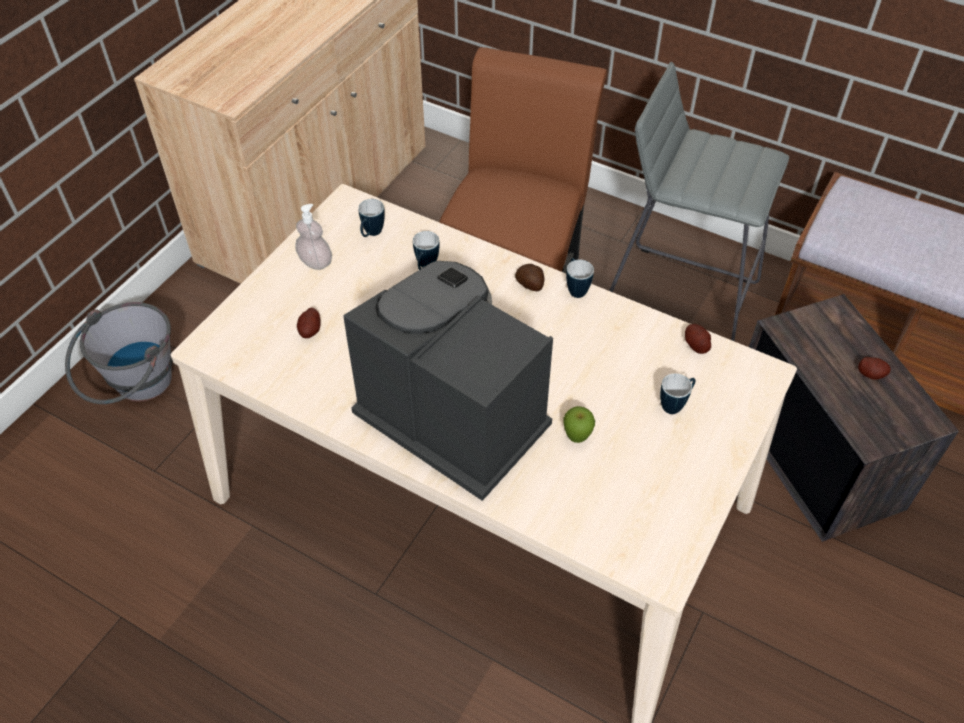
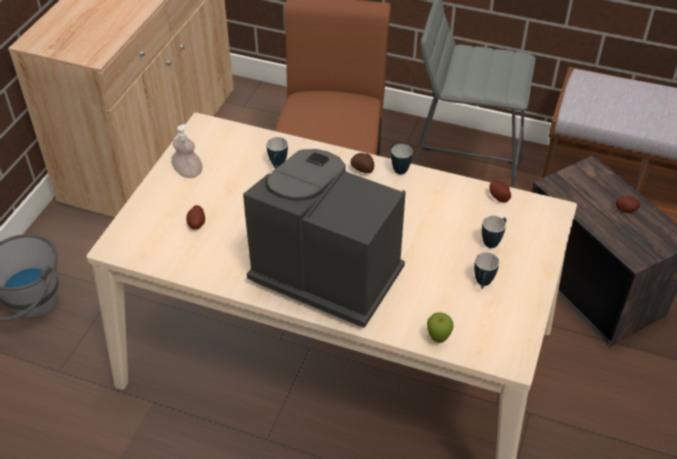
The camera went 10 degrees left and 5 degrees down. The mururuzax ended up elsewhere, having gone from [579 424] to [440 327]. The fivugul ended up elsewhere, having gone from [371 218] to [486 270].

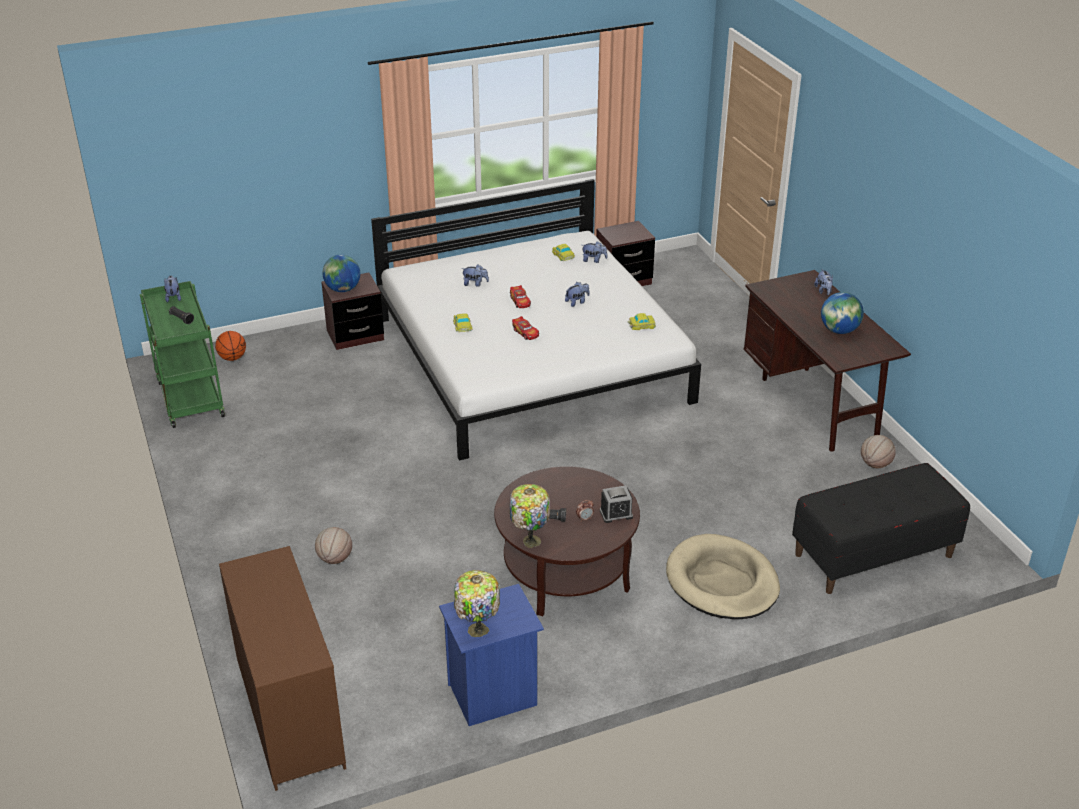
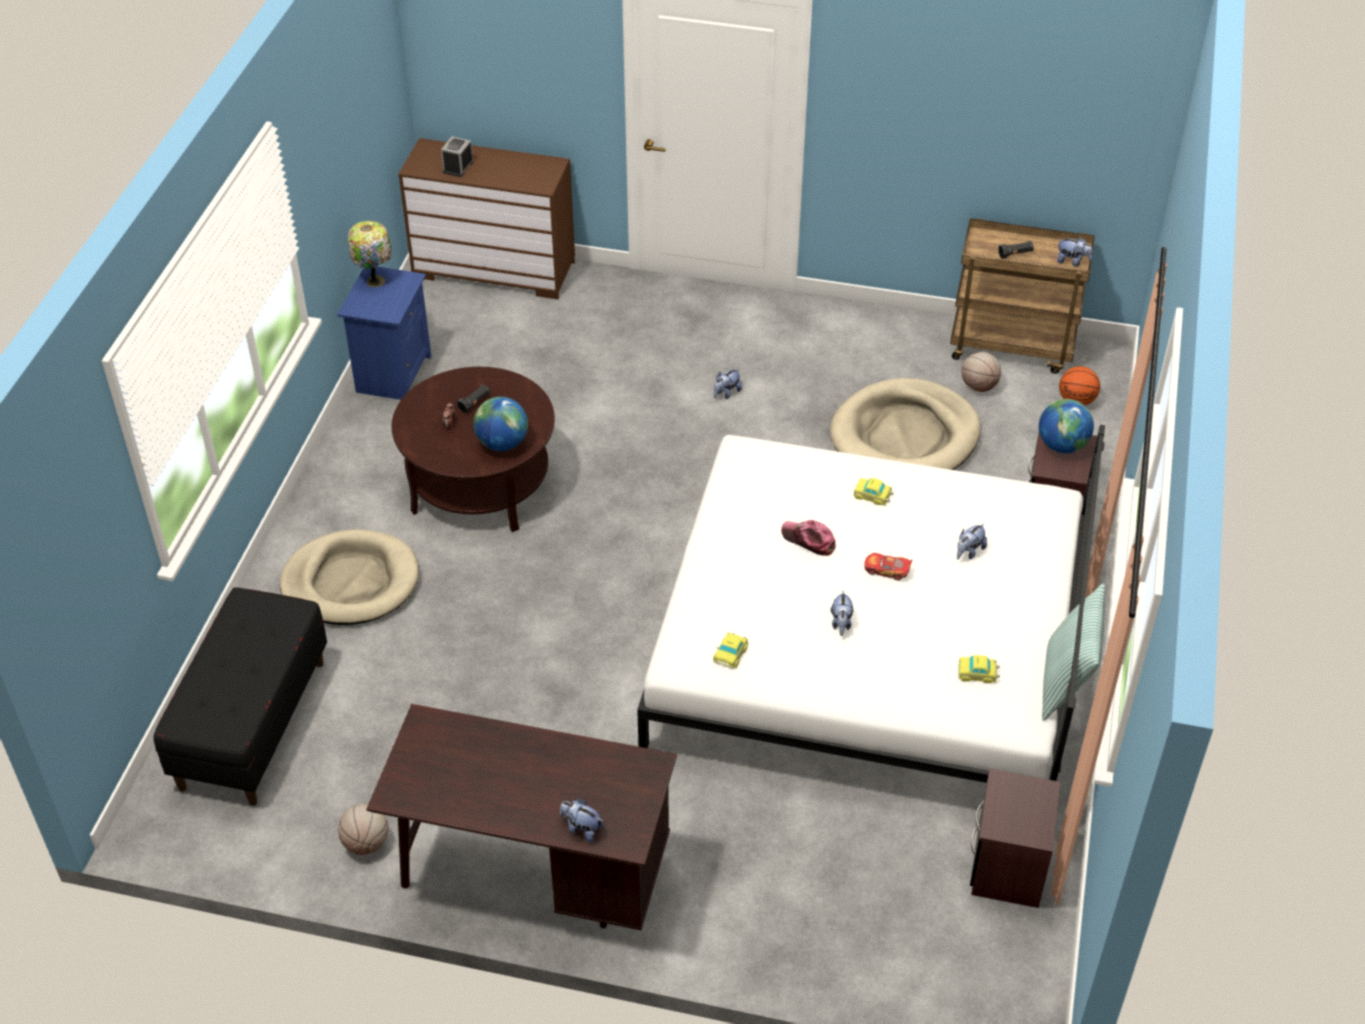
The camera went 125 degrees right and 10 degrees up. The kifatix ended up elsewhere, having gone from [616 504] to [457 156]. The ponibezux ended up elsewhere, having gone from [842 313] to [500 424]. The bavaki ended up elsewhere, having gone from [595 252] to [728 383]. Where the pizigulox stood at [525 328], the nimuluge came to stand at [808 538]. The second view gained the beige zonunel at [905 424]. What was the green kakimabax at [182 354] turned into the brown kakimabax at [1022 296]. The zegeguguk ended up elsewhere, having gone from [333 545] to [981 372]. The second view gained the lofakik at [1073 652]. The second view lost the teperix at [530 516].

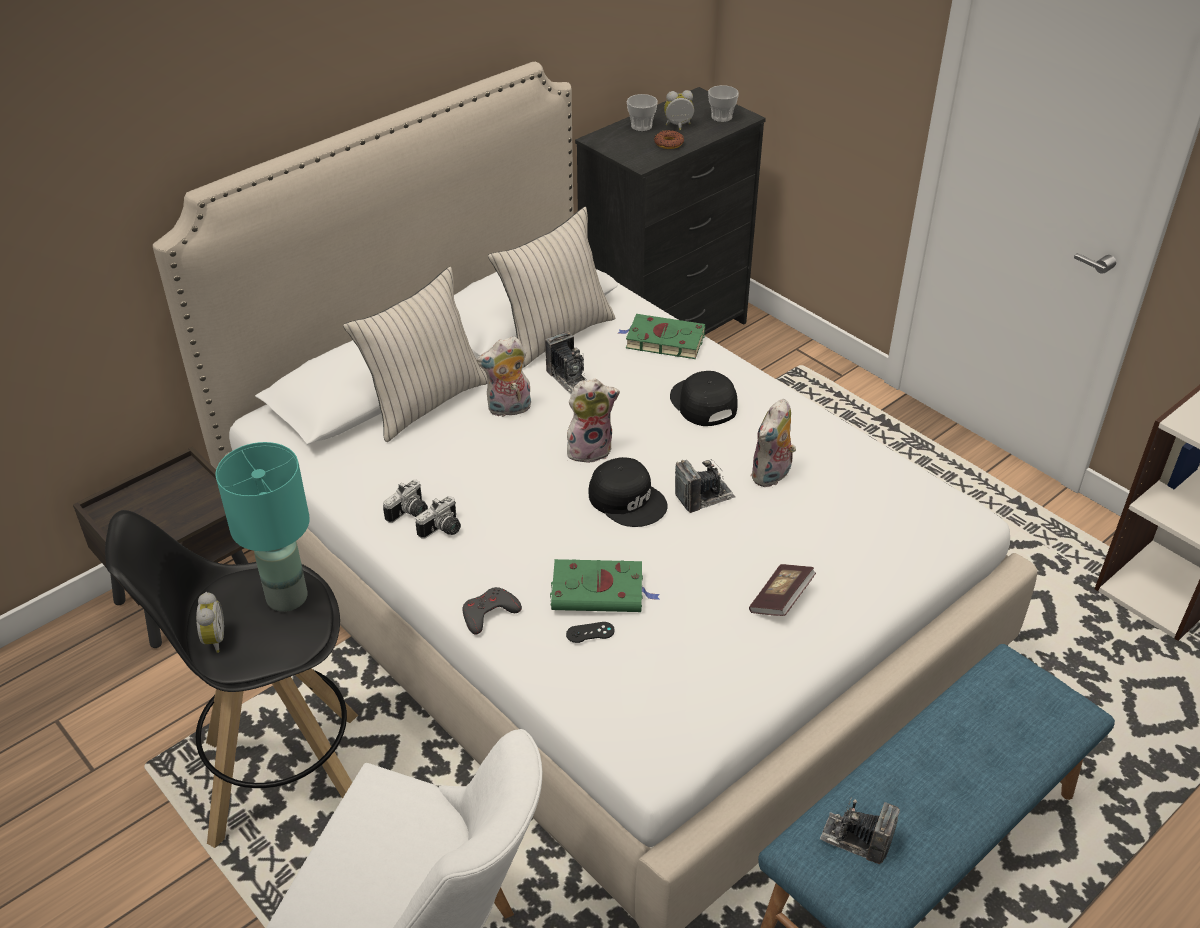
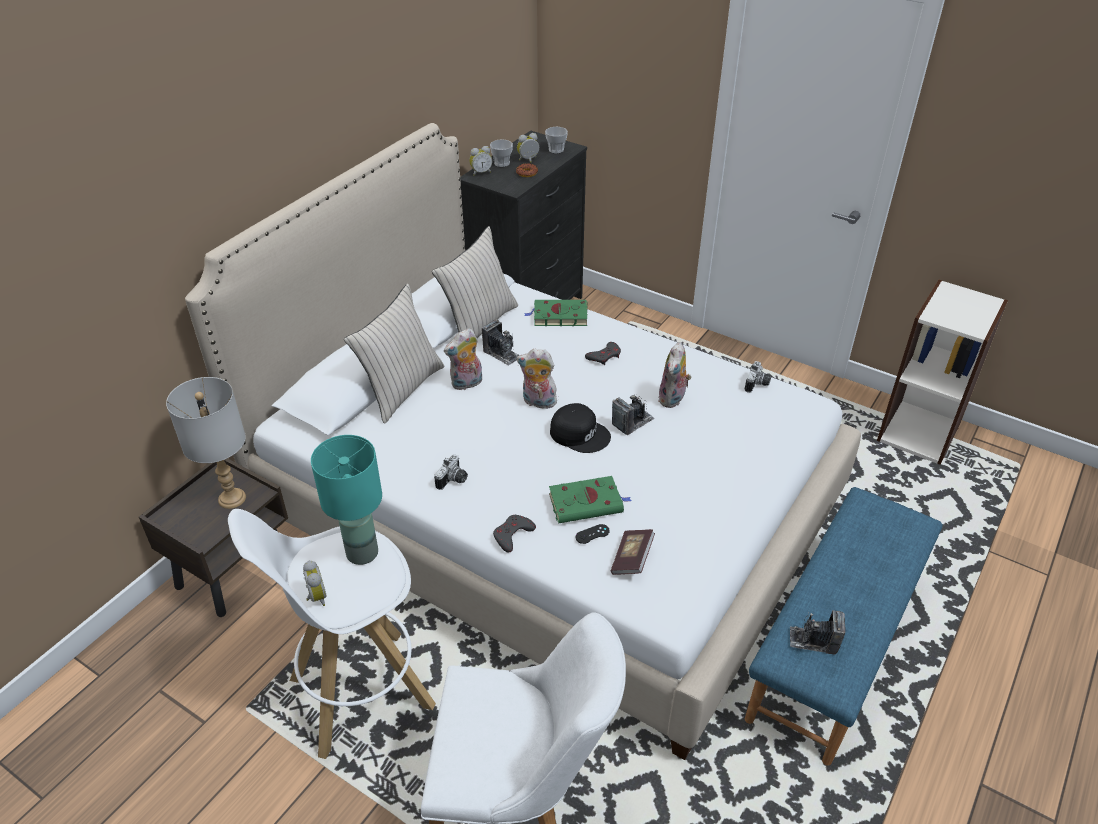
The camera went 15 degrees left and 0 degrees up. The second view gained the grey teperix at [206 443]. What was the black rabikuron at [231 679] turned into the white rabikuron at [332 634]. The second view gained the kifatix at [480 161]. The bavaki at [593 421] ended up facing another way, 135 degrees counterclockwise from before. Where the black nimuluge stood at [704 398], the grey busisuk came to stand at [603 353]. The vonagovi ended up elsewhere, having gone from [782 590] to [633 552]. The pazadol ended up elsewhere, having gone from [405 501] to [758 377].

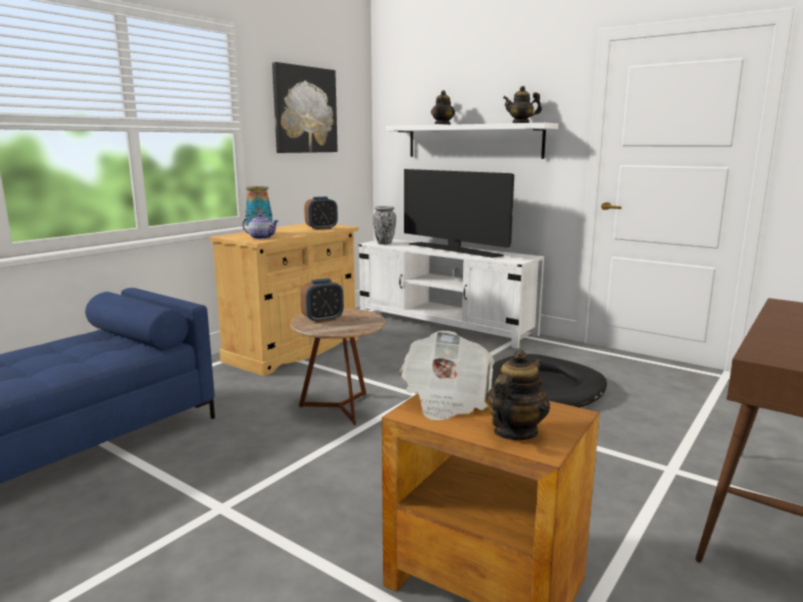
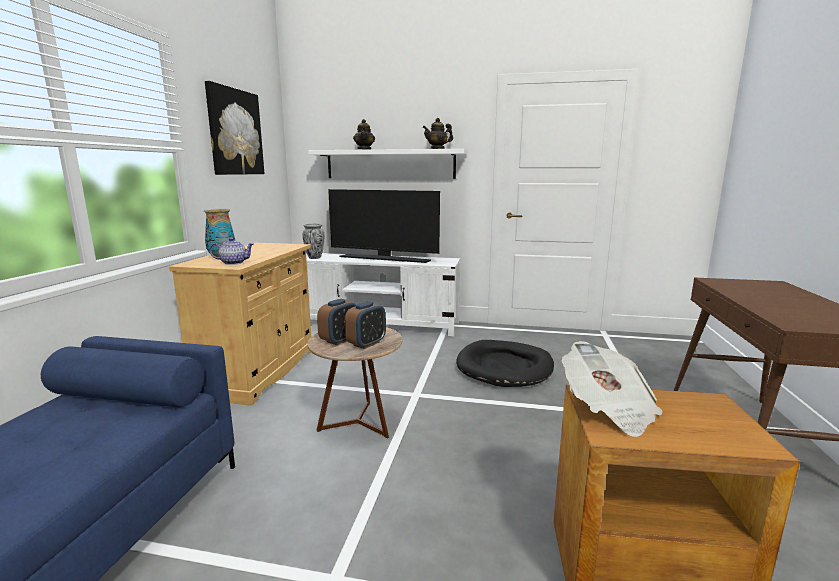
The camera went 25 degrees left and 0 degrees up. The kifatix ended up elsewhere, having gone from [321 213] to [365 325]. The second view lost the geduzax at [518 394].

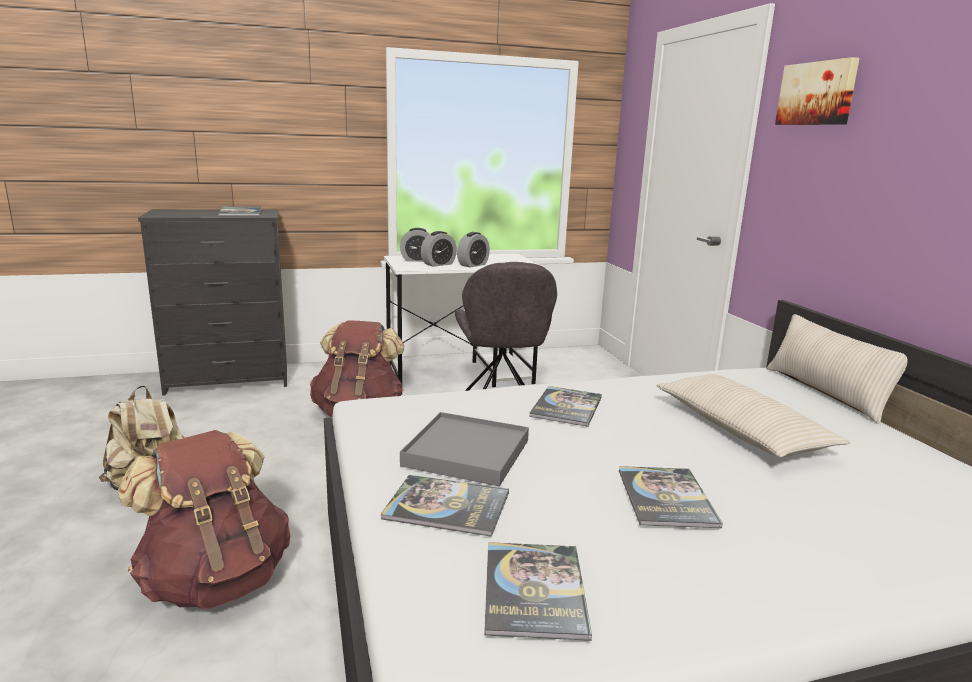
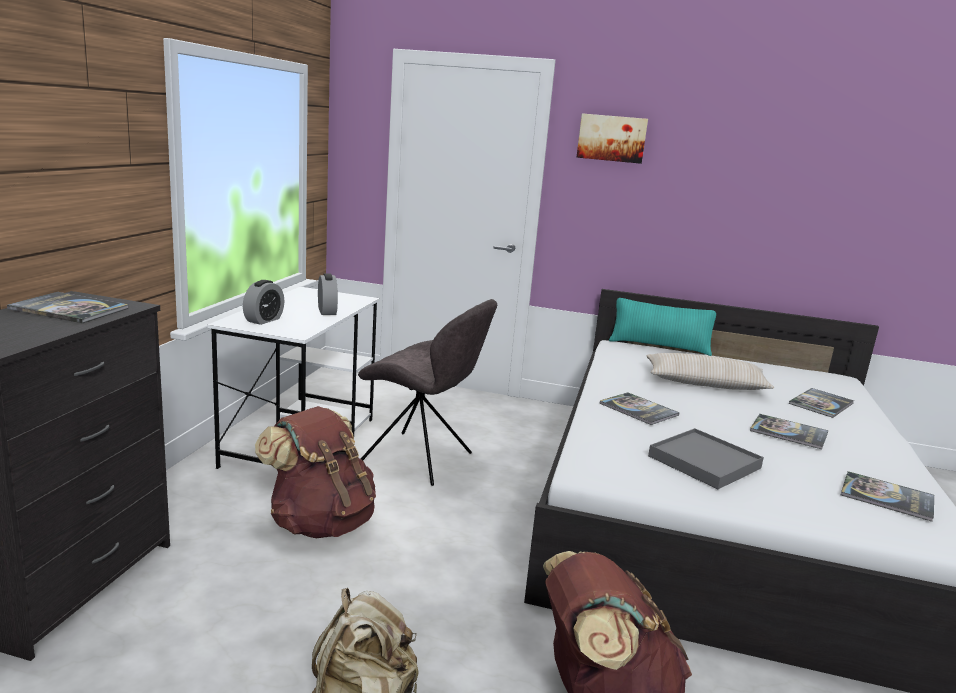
The camera went 60 degrees left and 0 degrees up. What was the beige lofakik at [837 369] turned into the turquoise lofakik at [662 327]. The vonagovi ended up elsewhere, having gone from [445 506] to [821 403]. The second view lost the kifatix at [439 249].

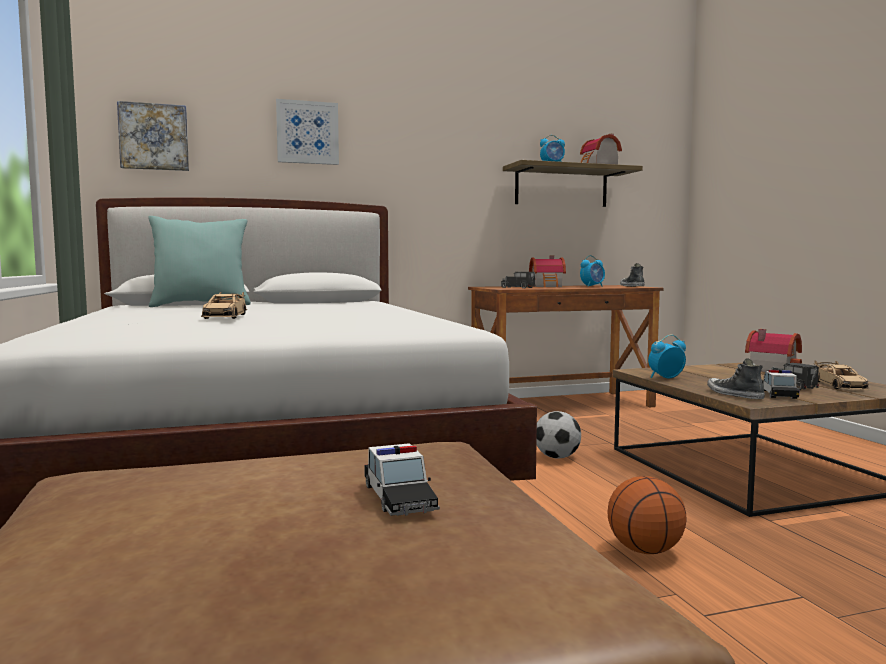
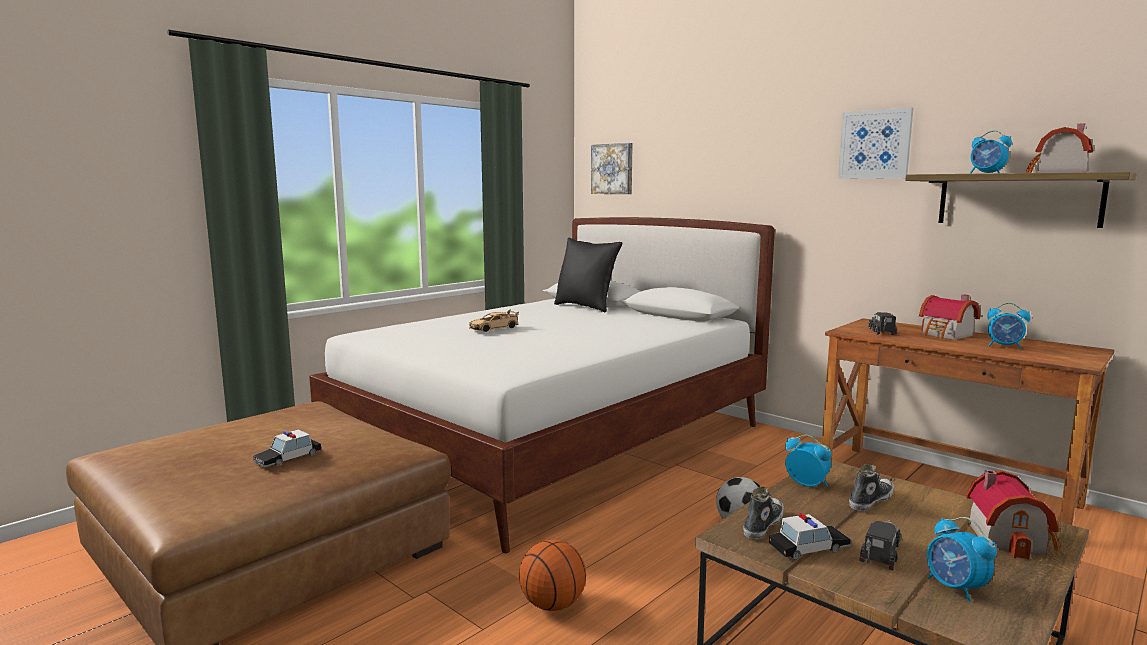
The camera went 60 degrees right and 5 degrees up. What was the turquoise lofakik at [199 261] turned into the black lofakik at [588 275]. The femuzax ended up elsewhere, having gone from [307 132] to [875 143]. The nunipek ended up elsewhere, having gone from [632 275] to [871 487]. Where the beige pizigulox stood at [841 375], the kifatix came to stand at [962 559].

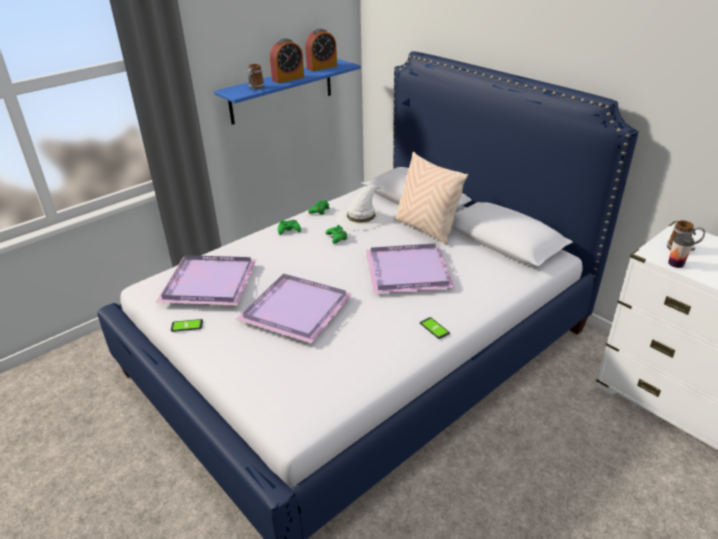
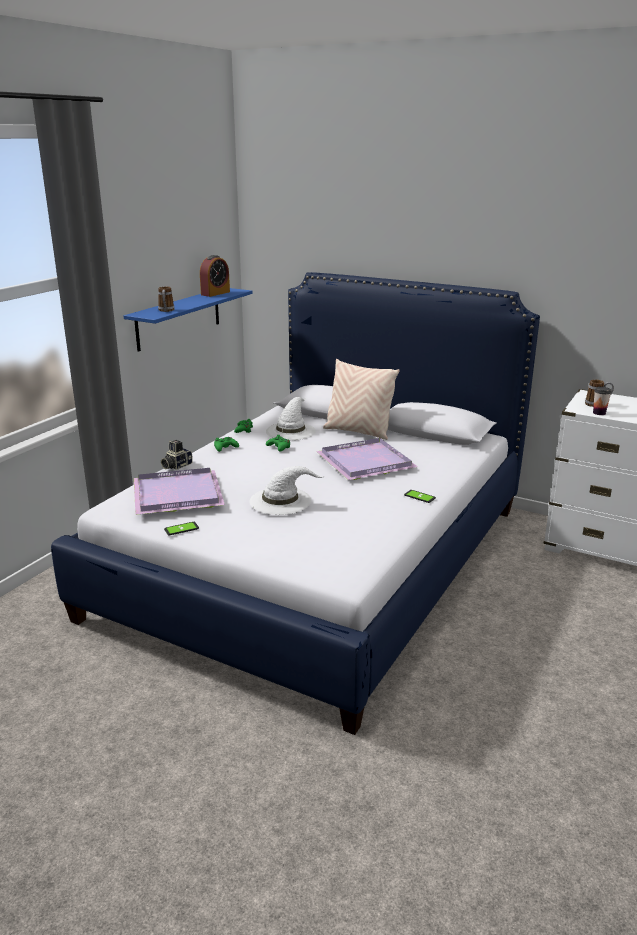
The camera went 20 degrees left and 10 degrees down. The second view gained the pazadol at [177 455]. Where the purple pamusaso stood at [294 308], the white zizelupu came to stand at [287 490]. The second view lost the kifatix at [287 60].

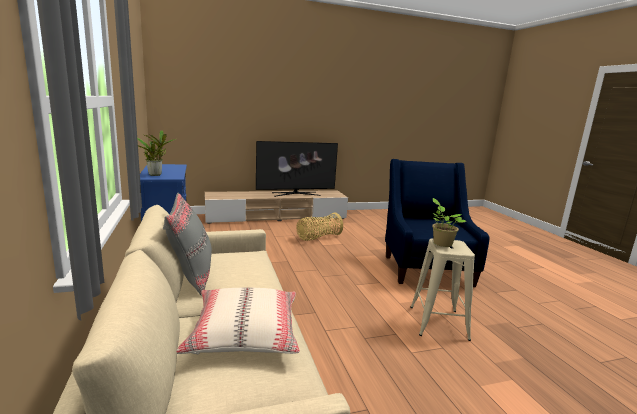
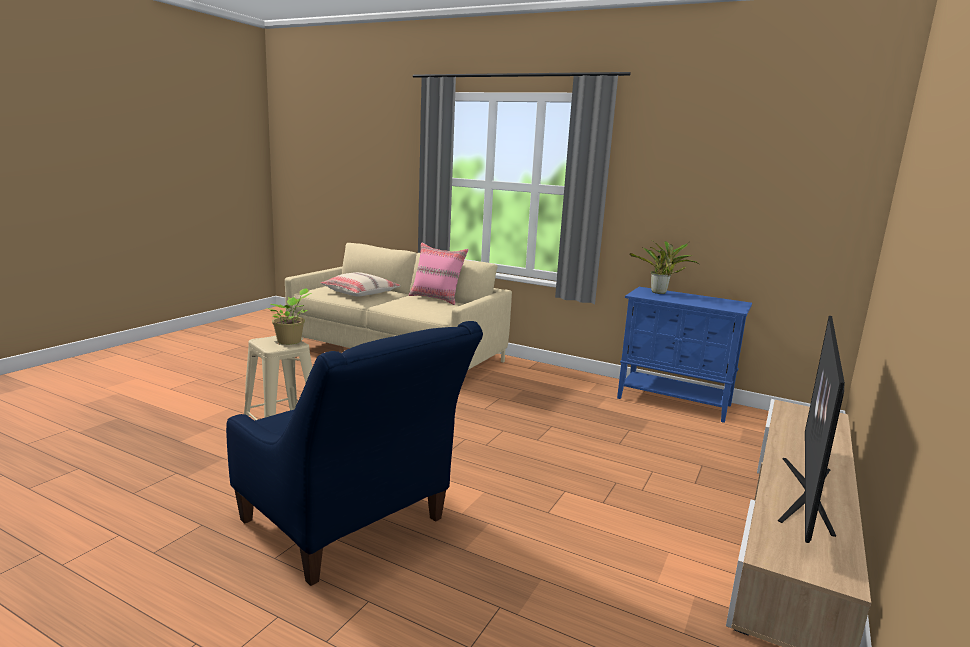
The camera went 135 degrees right and 0 degrees up. What was the grey lofakik at [187 244] turned into the pink lofakik at [438 273]. The second view lost the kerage at [319 226].

